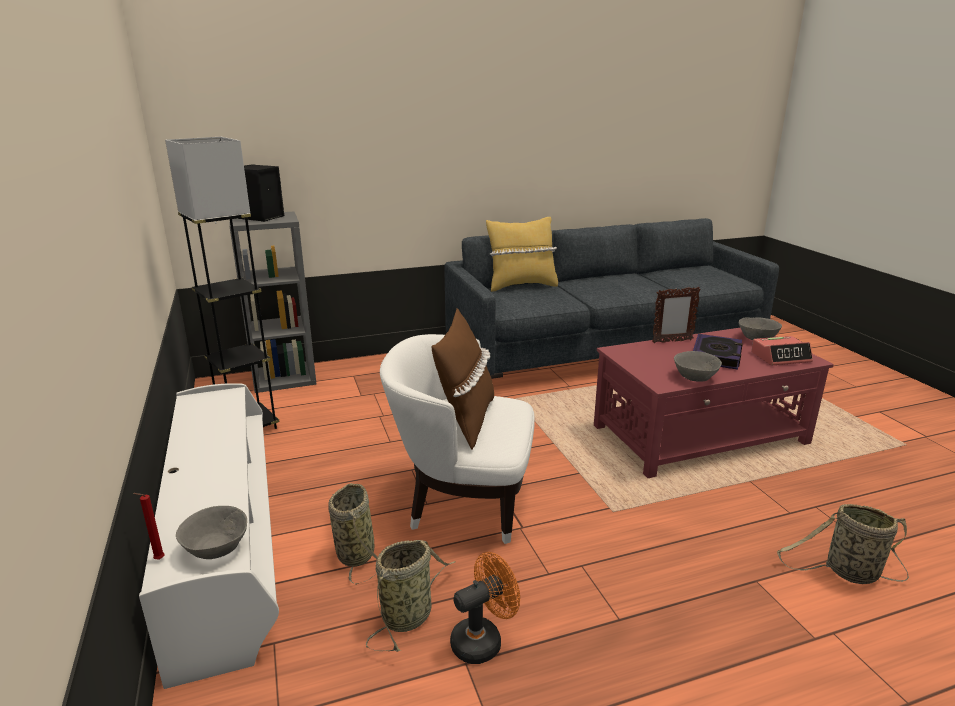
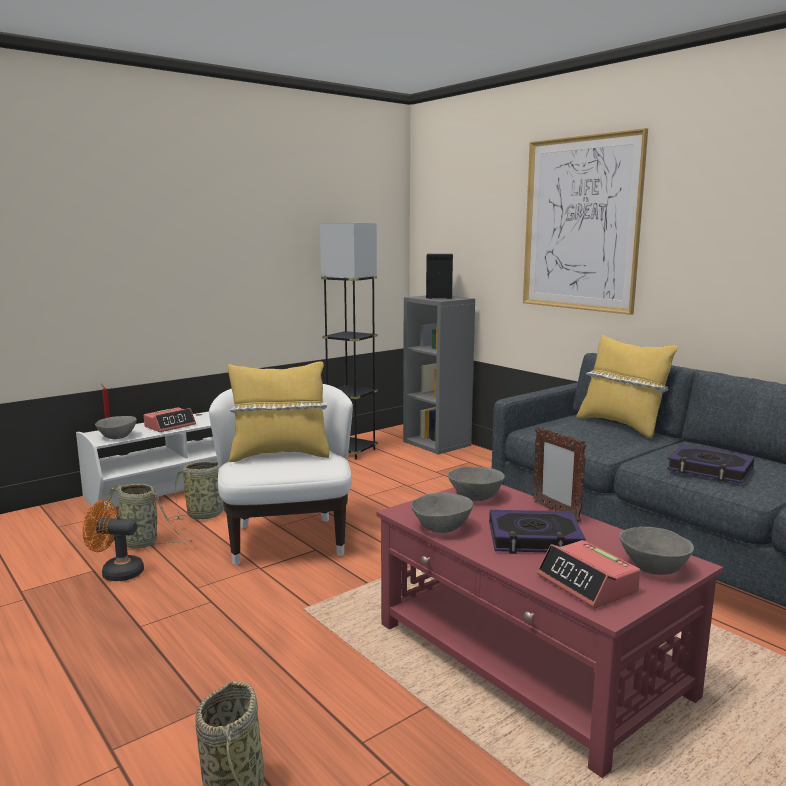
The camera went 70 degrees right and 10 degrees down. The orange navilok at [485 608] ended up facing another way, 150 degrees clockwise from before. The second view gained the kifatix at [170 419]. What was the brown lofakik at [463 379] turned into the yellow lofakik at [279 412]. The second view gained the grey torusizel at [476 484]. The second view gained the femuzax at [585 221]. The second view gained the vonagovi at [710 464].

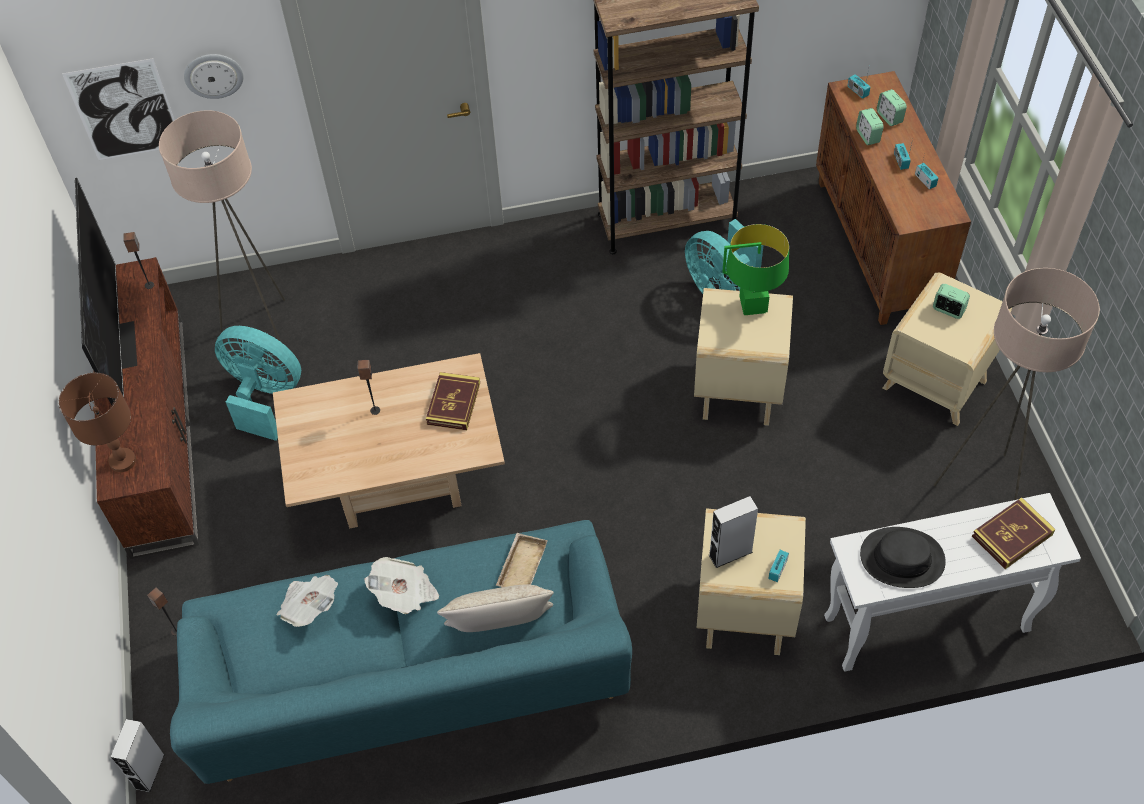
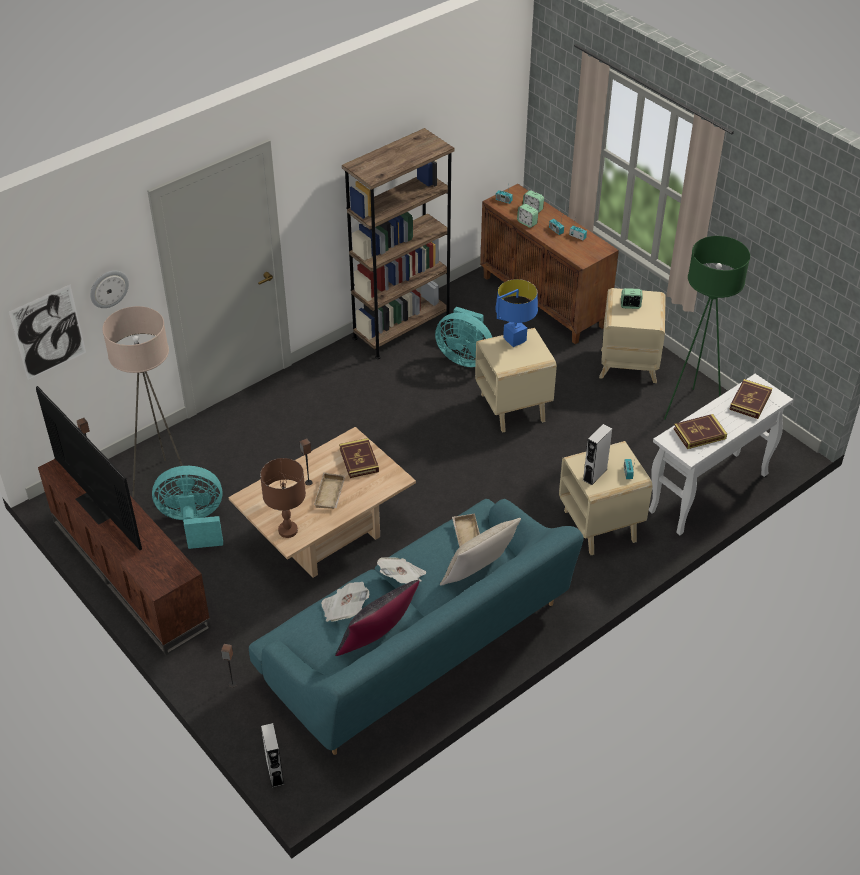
The camera went 30 degrees left and 10 degrees down. The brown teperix ended up elsewhere, having gone from [97 422] to [283 498]. The second view gained the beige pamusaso at [330 490]. The second view gained the black lofakik at [377 618]. What was the green teperix at [755 269] turned into the blue teperix at [516 313]. What was the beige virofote at [1016 384] turned into the green virofote at [707 328]. Where the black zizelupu stood at [903 557], the vonagovi came to stand at [700 431].

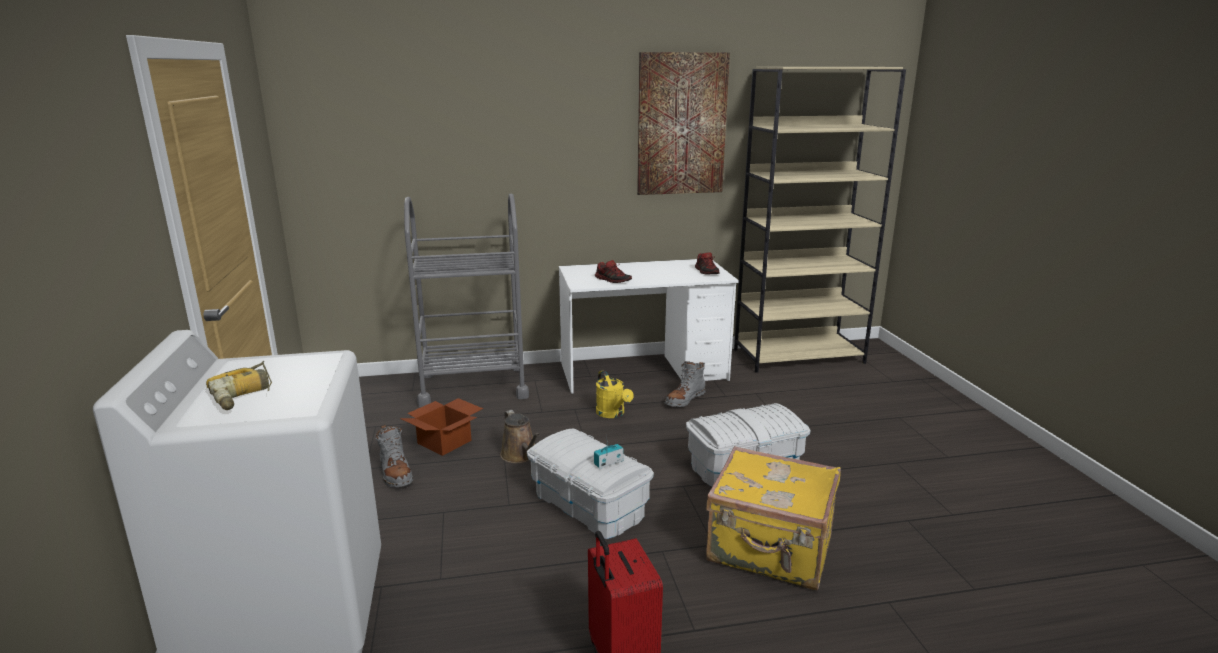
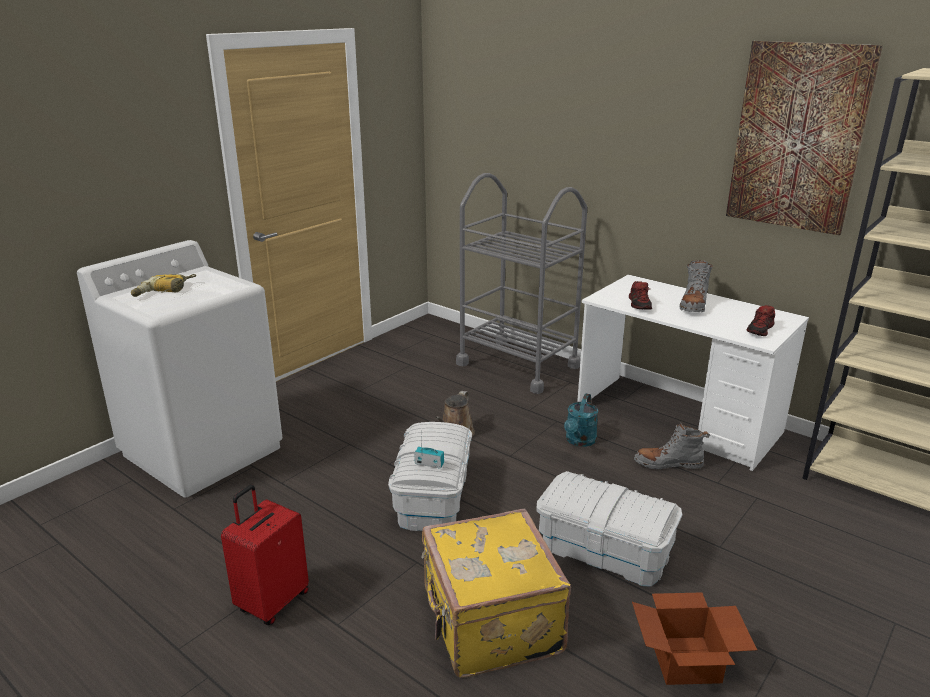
The camera went 50 degrees right and 5 degrees up. What was the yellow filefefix at [615 394] turned into the turquoise filefefix at [581 420]. The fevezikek ended up elsewhere, having gone from [441 427] to [694 638]. The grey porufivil ended up elsewhere, having gone from [394 456] to [696 286].

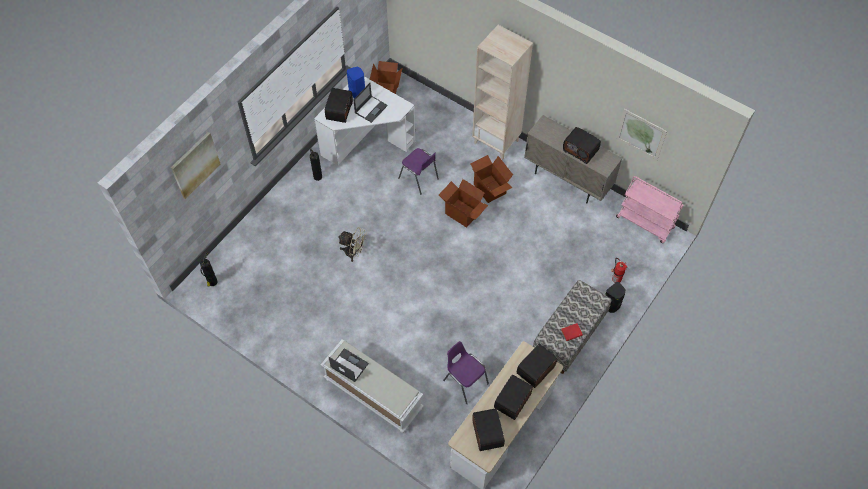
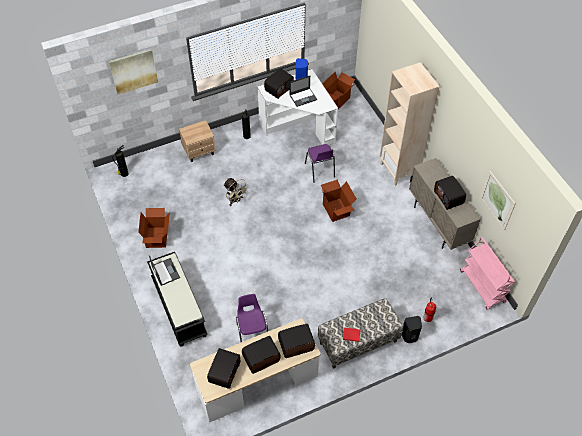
The camera went 30 degrees right and 5 degrees down. The fevezikek ended up elsewhere, having gone from [492 179] to [154 228]. What was the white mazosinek at [372 386] turned into the black mazosinek at [177 299]. The second view gained the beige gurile at [197 141].

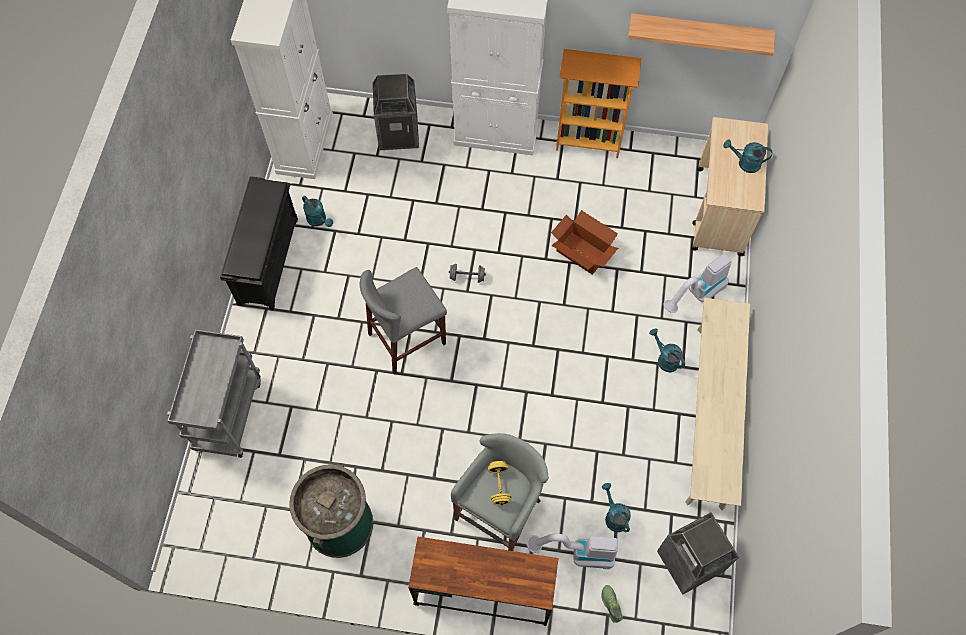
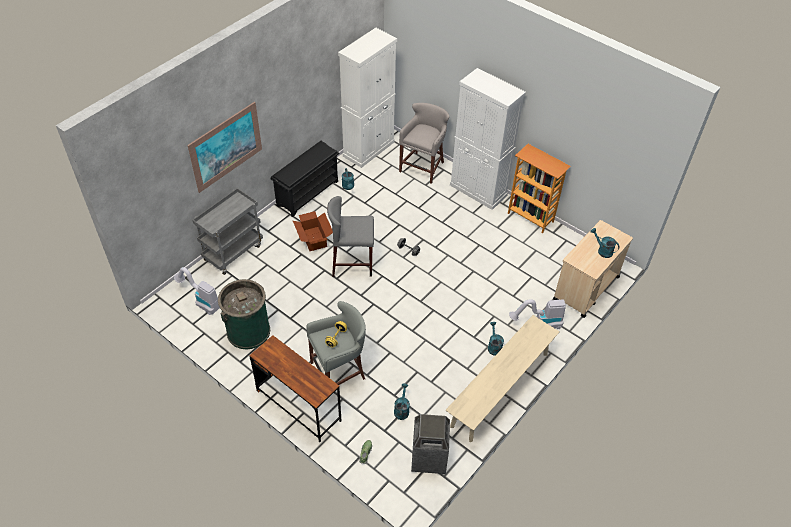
The camera went 30 degrees right and 15 degrees down. The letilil ended up elsewhere, having gone from [572 552] to [197 291]. The second view gained the femuzax at [225 147]. The fevezikek ended up elsewhere, having gone from [584 242] to [313 231]. Where the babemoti stood at [396 112], the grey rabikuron came to stand at [424 143]. The second view lost the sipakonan at [701 34].

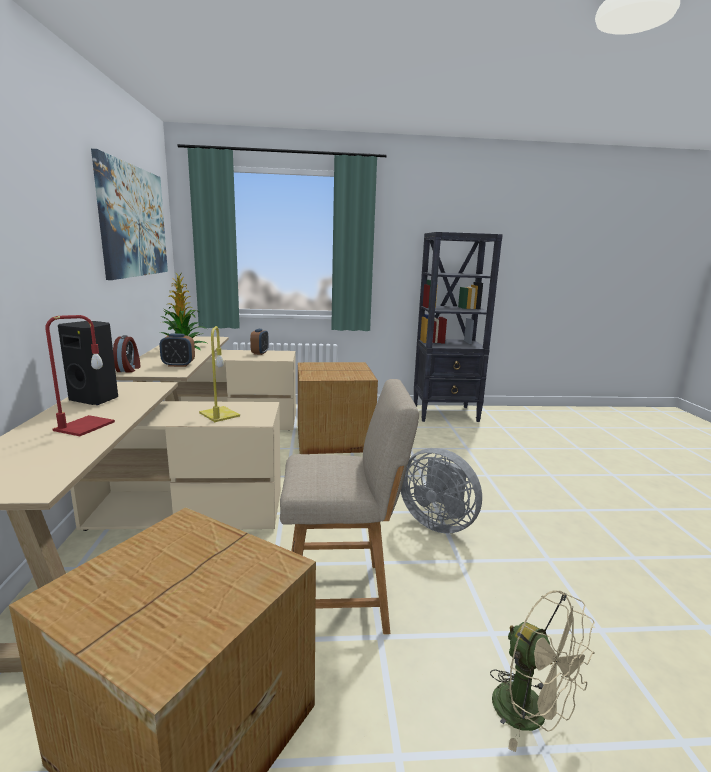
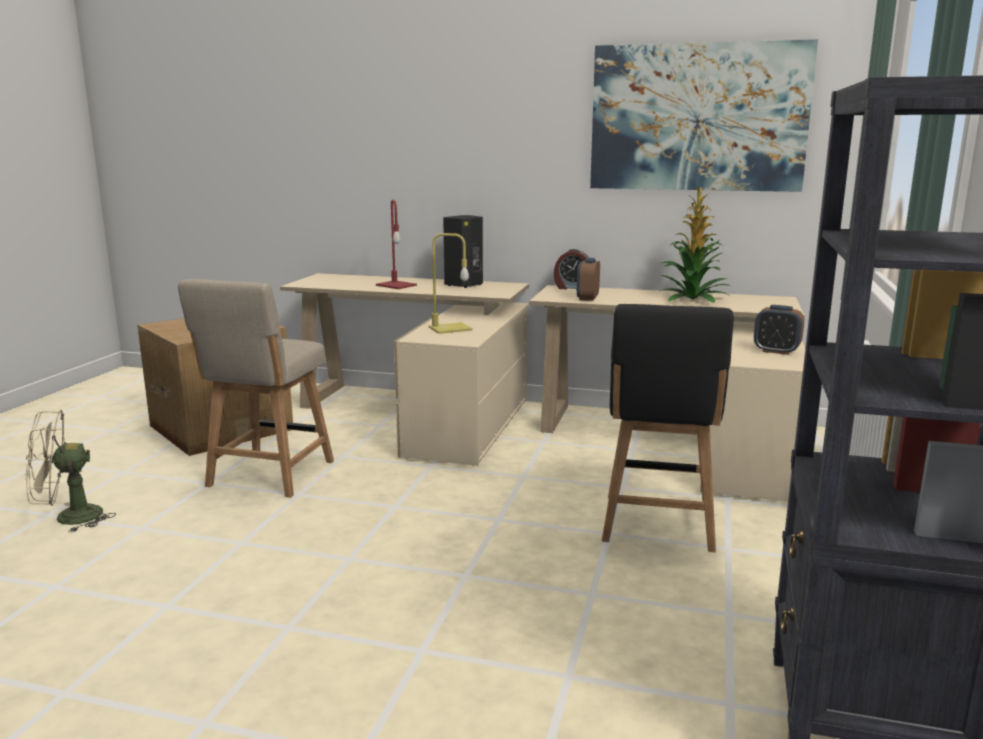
The camera went 110 degrees right and 0 degrees up. Where the fevezikek stood at [338 408], the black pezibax came to stand at [668 428]. The second view lost the grey navilok at [441 490].

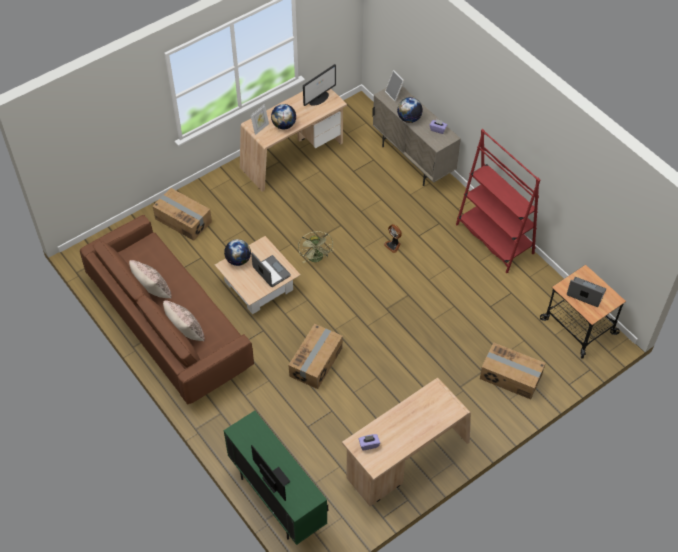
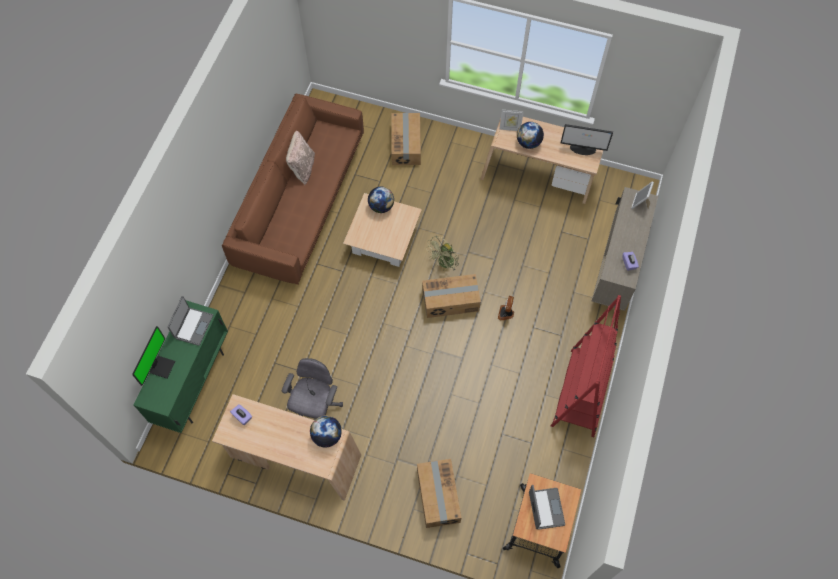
The camera went 55 degrees right and 10 degrees up. The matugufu ended up elsewhere, having gone from [271 269] to [190 321]. The second view gained the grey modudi at [312 388]. The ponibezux ended up elsewhere, having gone from [410 110] to [326 431]. The fevezikek ended up elsewhere, having gone from [315 356] to [451 296]. The second view lost the beige lofakik at [184 320].

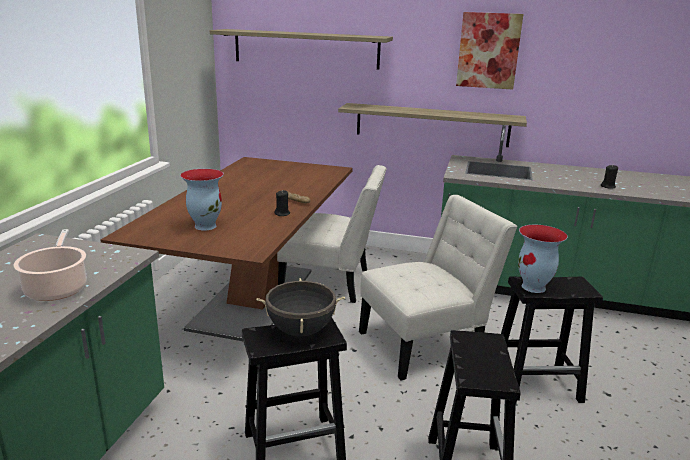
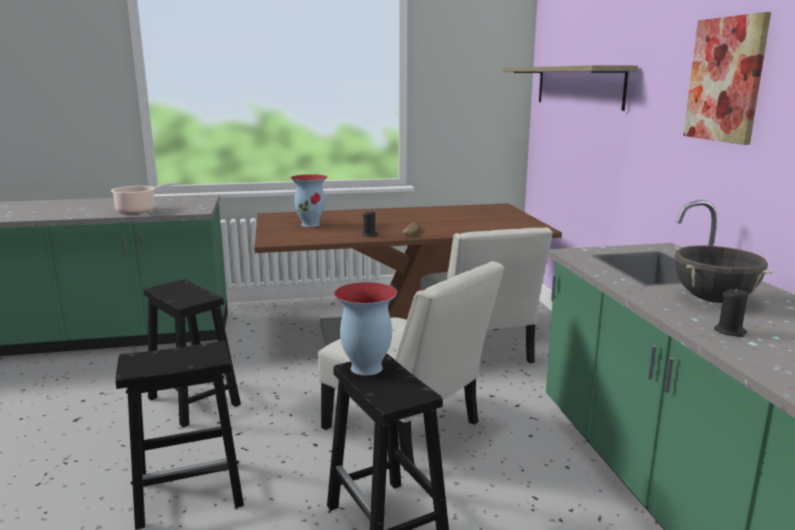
The camera went 65 degrees right and 5 degrees down. The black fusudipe ended up elsewhere, having gone from [300 307] to [723 274]. The second view lost the sipakonan at [432 125].

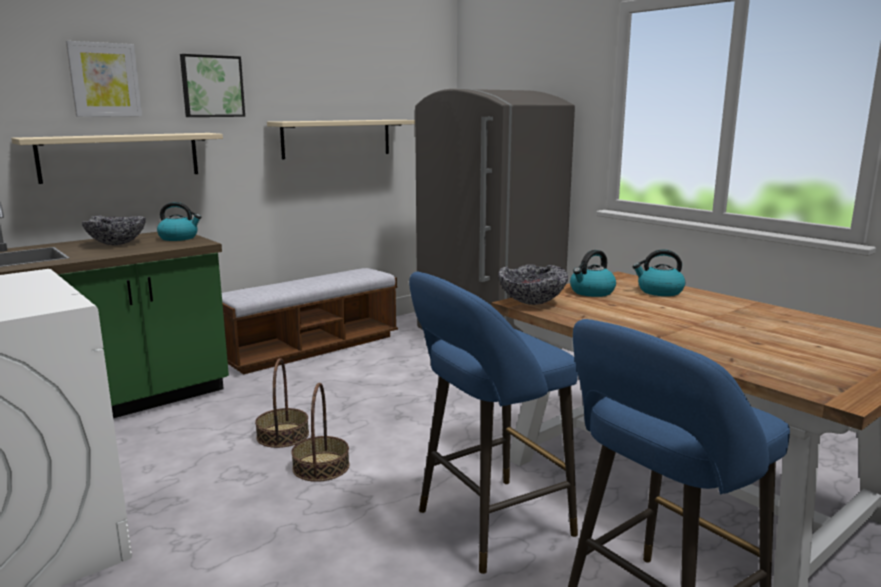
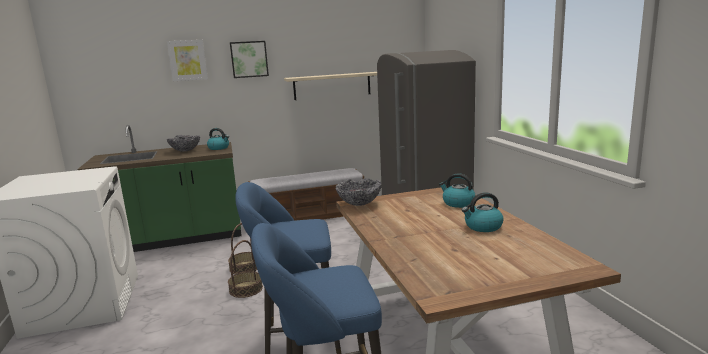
The camera went 25 degrees right and 0 degrees up. The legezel ended up elsewhere, having gone from [593 273] to [483 212]. The second view lost the beige sipakonan at [117 158].

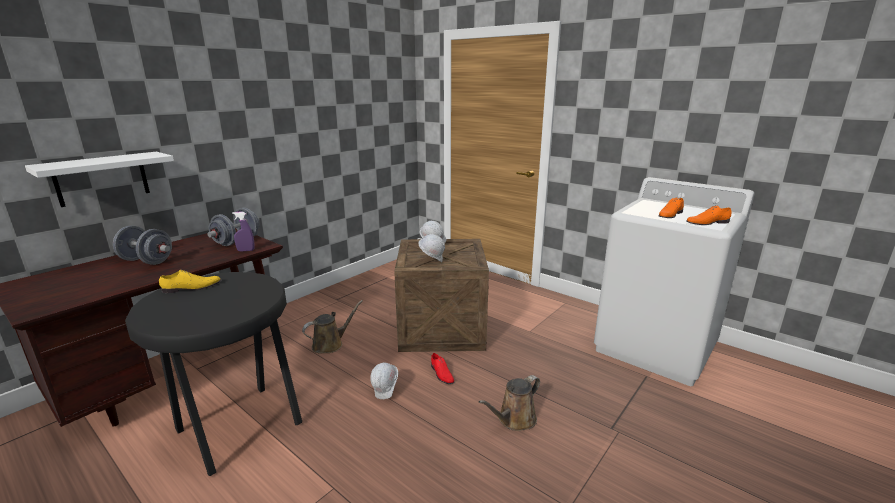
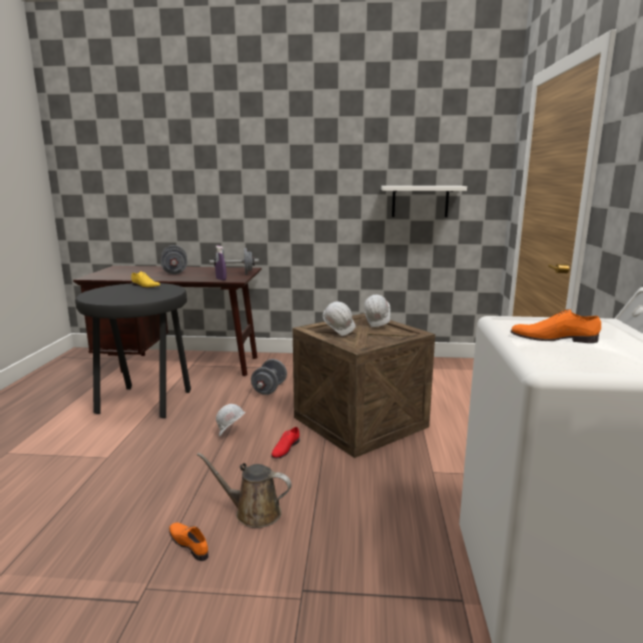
The camera went 55 degrees right and 5 degrees down. The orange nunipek ended up elsewhere, having gone from [709 215] to [189 542]. Where the brown filefefix stood at [332 327], the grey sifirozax came to stand at [269 377]. The white sipakonan ended up elsewhere, having gone from [99 179] to [424 201].

